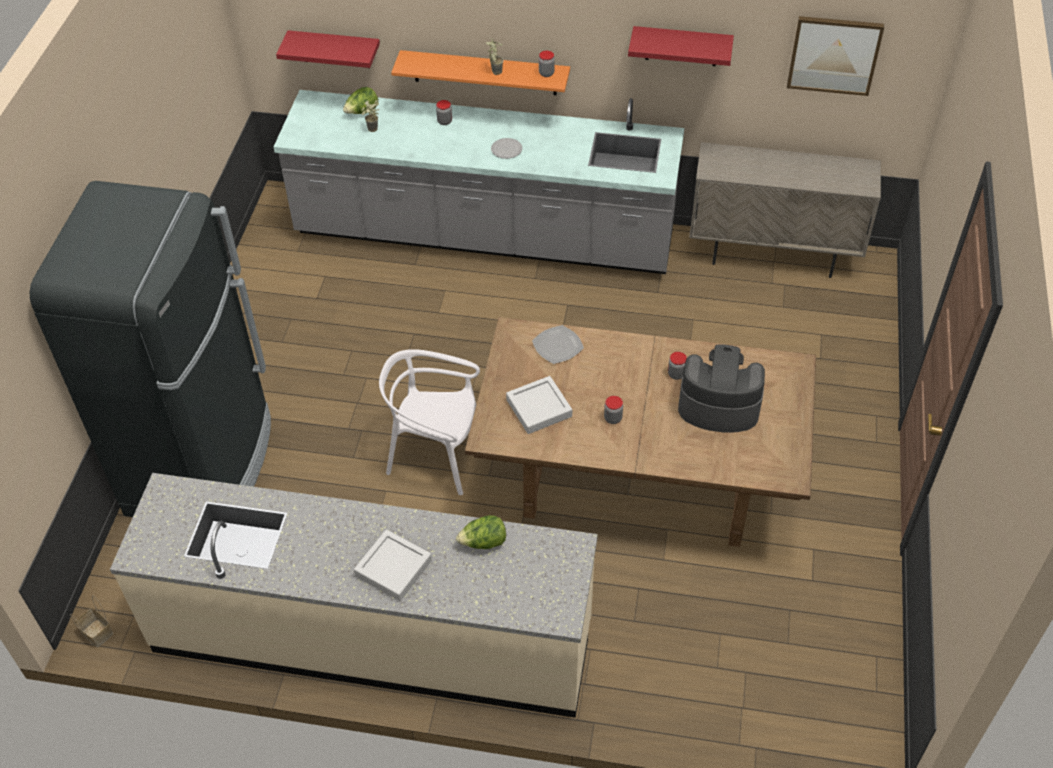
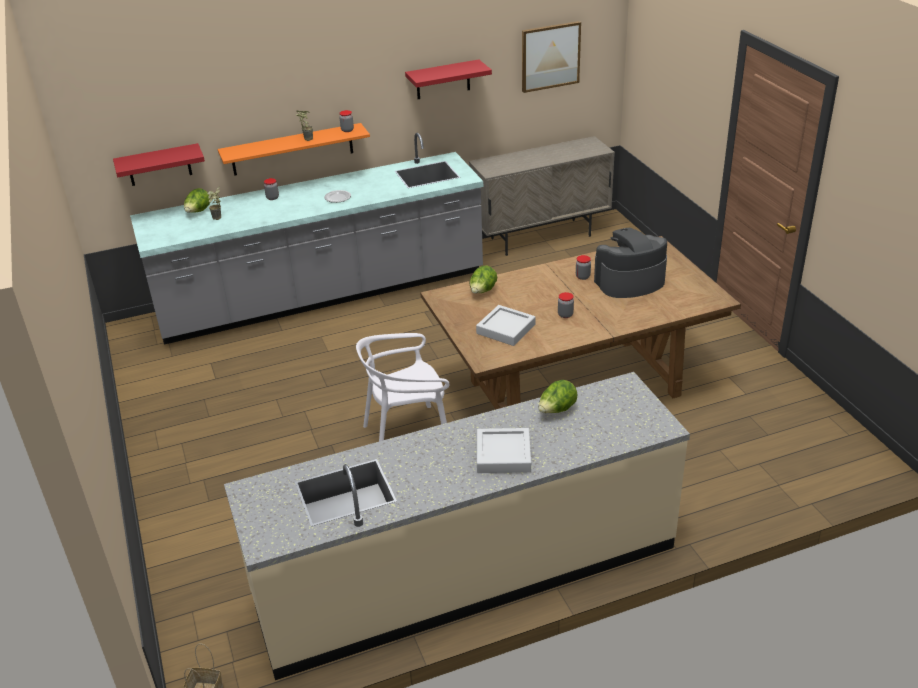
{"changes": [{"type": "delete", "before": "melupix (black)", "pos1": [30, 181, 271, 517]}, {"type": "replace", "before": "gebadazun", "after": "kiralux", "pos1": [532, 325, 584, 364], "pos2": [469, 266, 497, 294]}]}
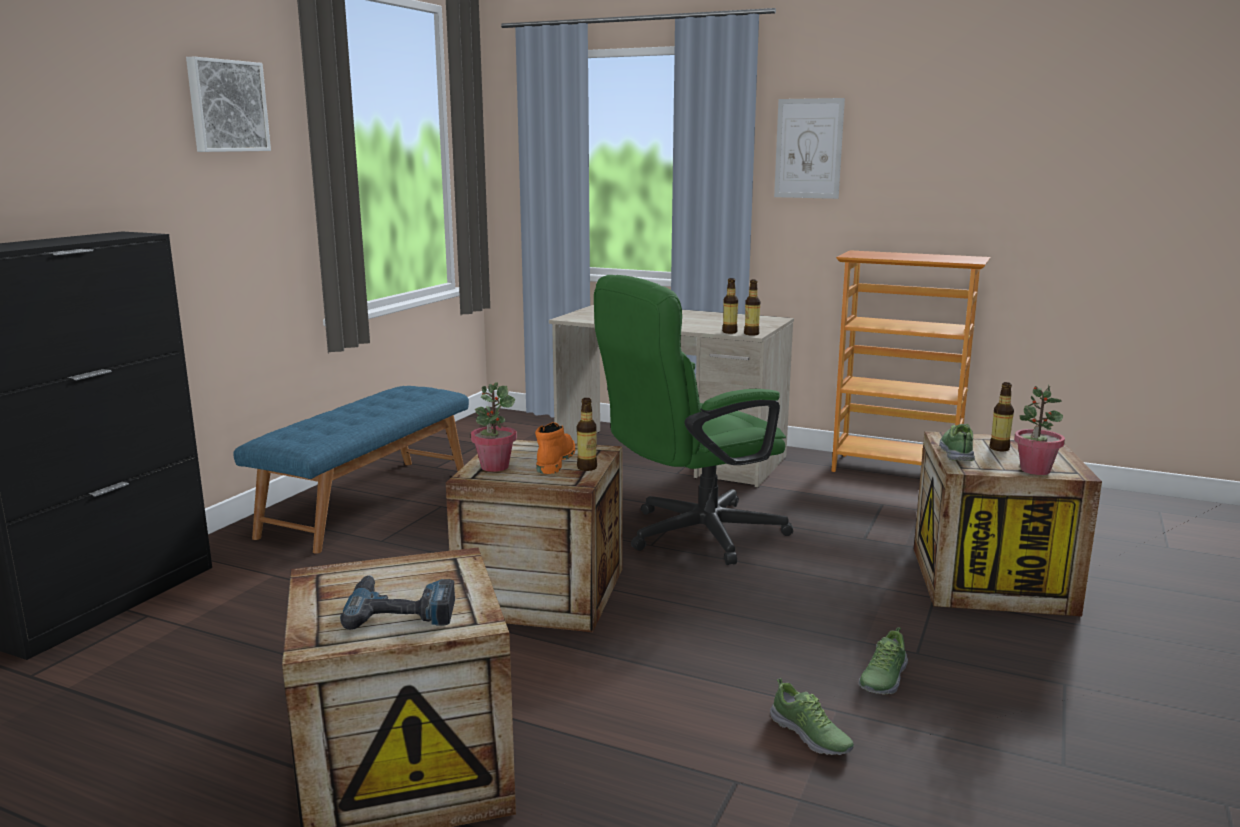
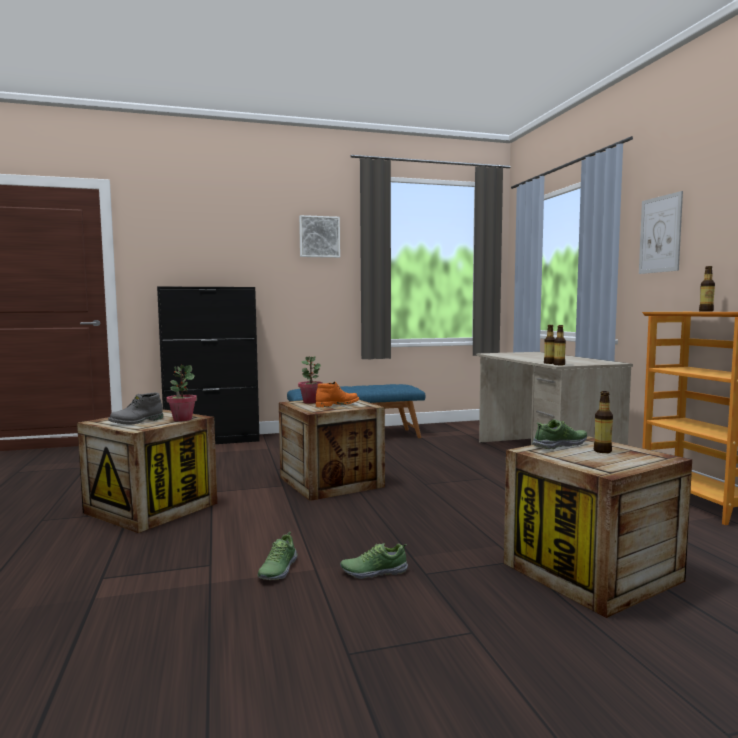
{"changes": [{"type": "delete", "before": "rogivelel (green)", "pos1": [594, 275, 793, 565]}, {"type": "move", "before": "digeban", "pos1": [1014, 384, 1065, 475], "pos2": [166, 365, 197, 421]}, {"type": "move", "before": "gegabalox", "pos1": [577, 398, 597, 471], "pos2": [699, 266, 715, 312]}, {"type": "replace", "before": "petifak", "after": "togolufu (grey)", "pos1": [340, 575, 455, 630], "pos2": [108, 393, 163, 424]}]}
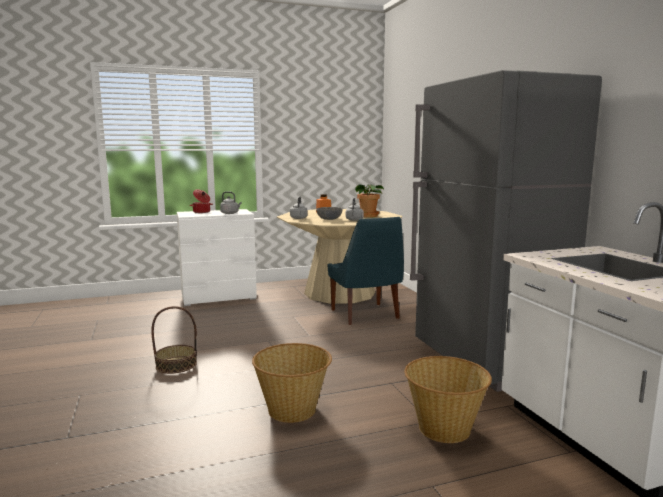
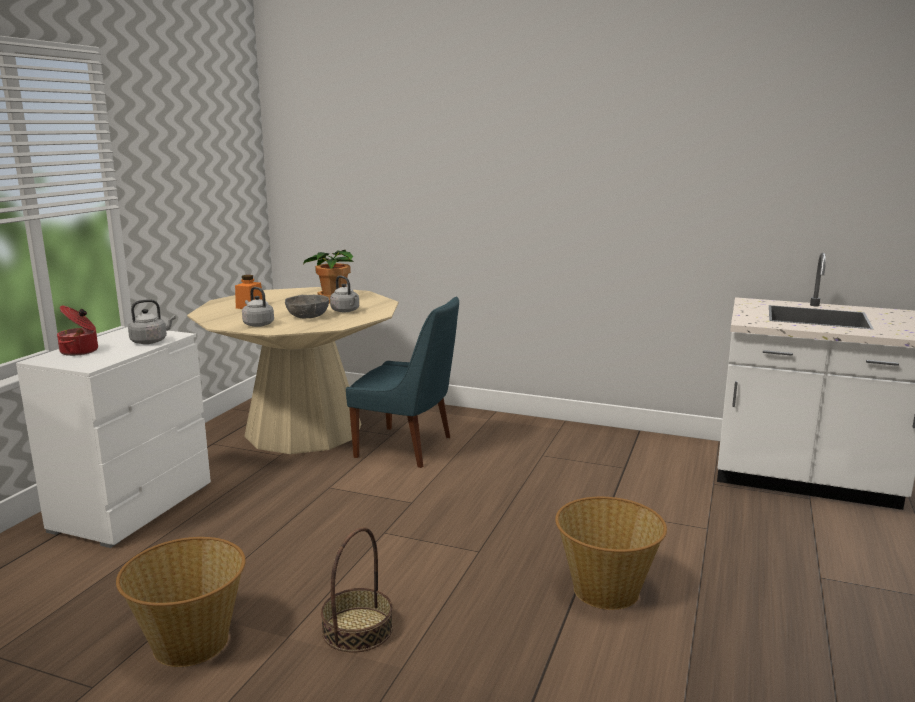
{"changes": [{"type": "delete", "before": "melupix (grey)", "pos1": [410, 70, 602, 392]}, {"type": "move", "before": "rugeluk", "pos1": [404, 356, 492, 443], "pos2": [116, 537, 246, 667]}]}
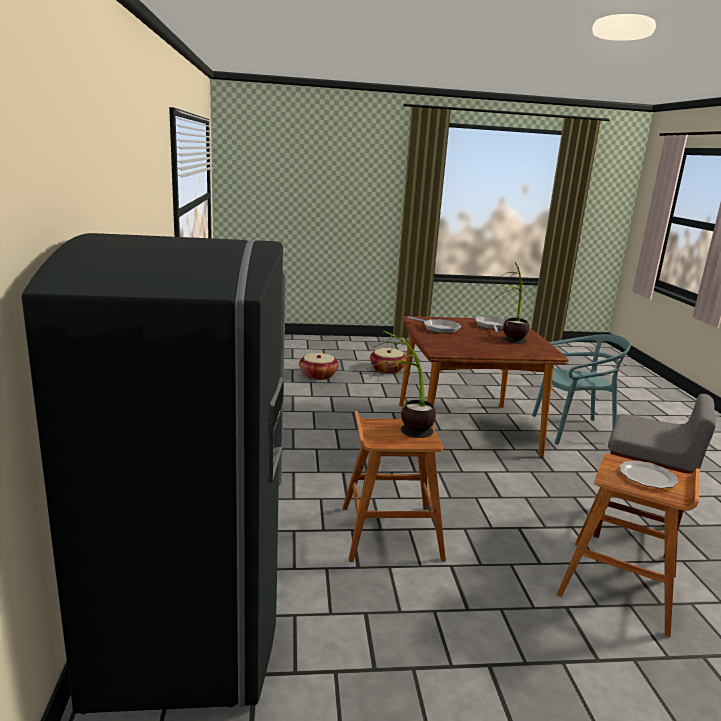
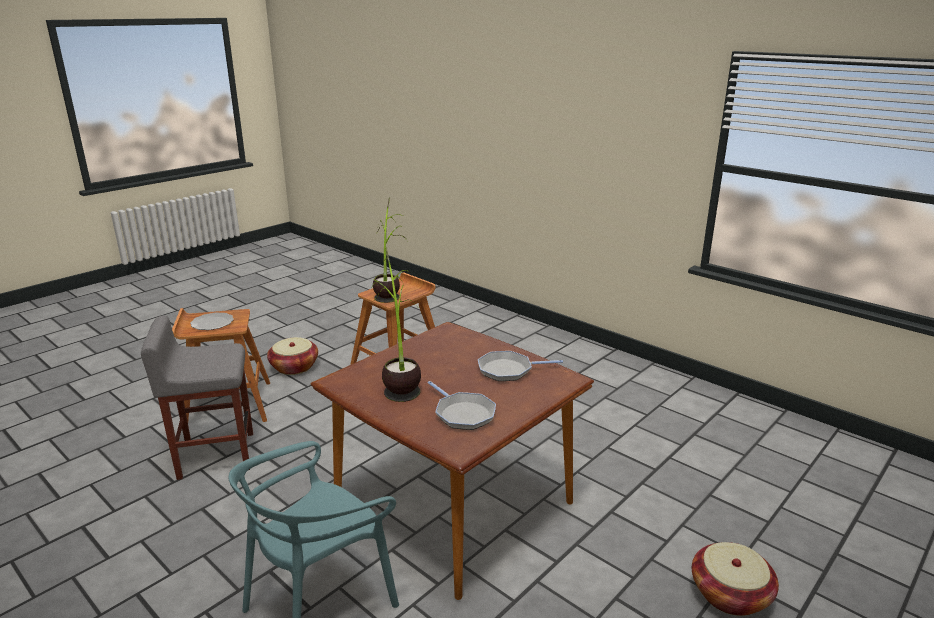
{"changes": [{"type": "delete", "before": "melupix (grey)", "pos1": [22, 233, 286, 714]}, {"type": "move", "before": "rugeluk", "pos1": [299, 353, 339, 380], "pos2": [267, 337, 318, 375]}]}
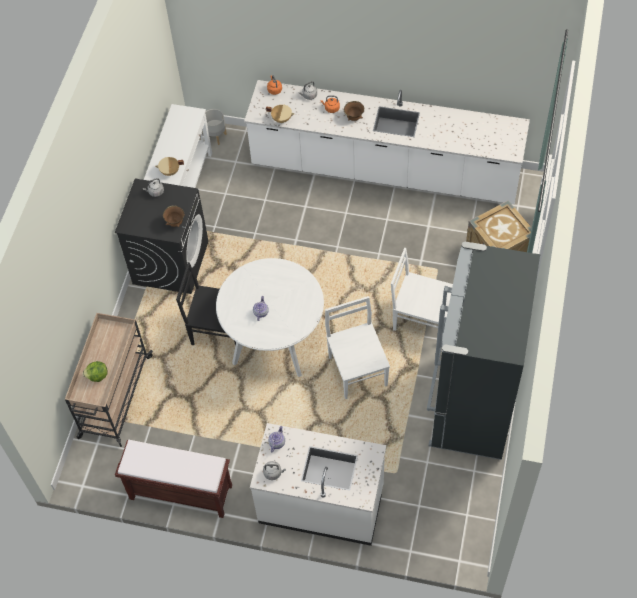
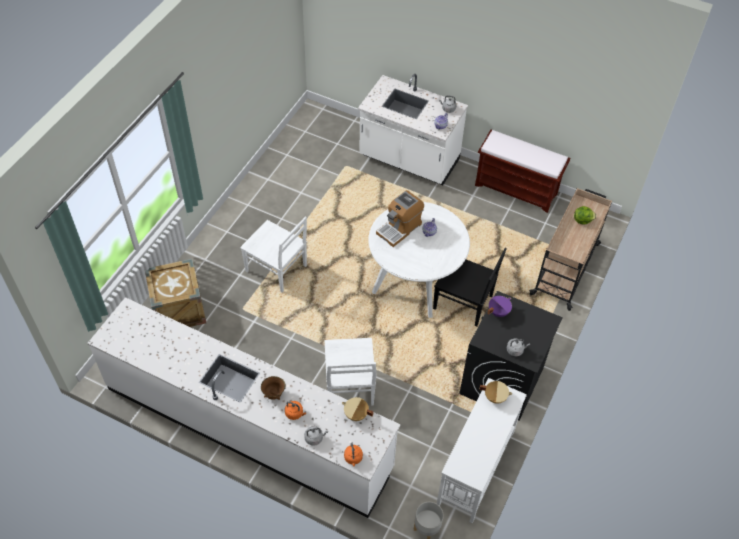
{"changes": [{"type": "replace", "before": "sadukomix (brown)", "after": "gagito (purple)", "pos1": [163, 205, 185, 227], "pos2": [487, 296, 512, 317]}, {"type": "delete", "before": "melupix (black)", "pos1": [427, 242, 540, 460]}, {"type": "move", "before": "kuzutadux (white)", "pos1": [325, 296, 390, 399], "pos2": [324, 338, 377, 406]}, {"type": "insert", "after": "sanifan", "pos2": [376, 190, 424, 247]}]}
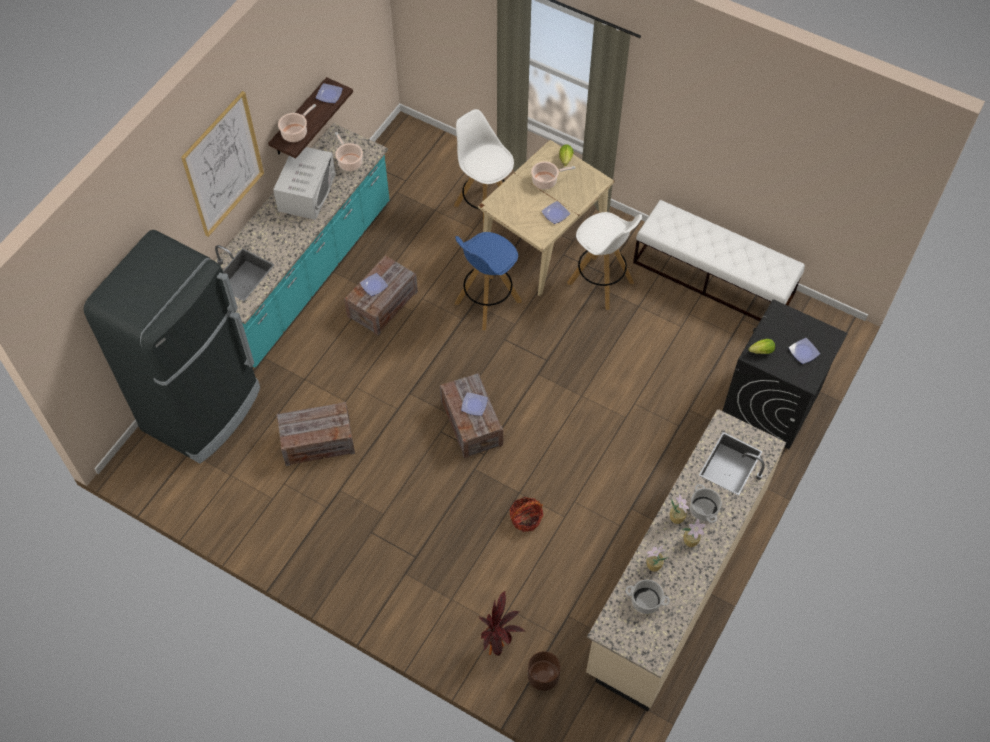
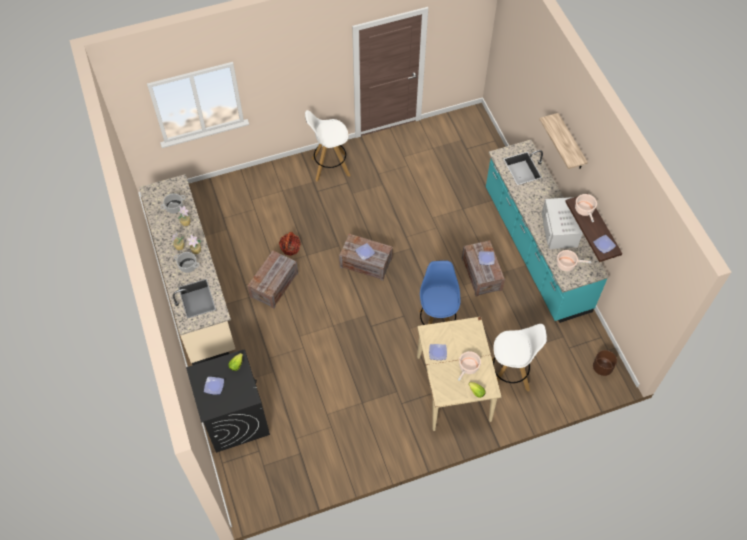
{"changes": [{"type": "replace", "before": "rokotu", "after": "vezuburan", "pos1": [181, 91, 264, 237], "pos2": [539, 113, 588, 169]}, {"type": "rotate", "before": "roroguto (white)", "pos1": [273, 147, 336, 220], "pos2": [542, 197, 583, 249], "turn": -150}, {"type": "delete", "before": "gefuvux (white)", "pos1": [633, 200, 805, 321]}, {"type": "move", "before": "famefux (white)", "pos1": [567, 212, 642, 310], "pos2": [305, 110, 350, 181]}, {"type": "delete", "before": "melupix (black)", "pos1": [84, 230, 260, 464]}, {"type": "move", "before": "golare", "pos1": [276, 402, 355, 466], "pos2": [248, 250, 298, 309]}, {"type": "delete", "before": "digeban", "pos1": [479, 591, 524, 656]}, {"type": "move", "before": "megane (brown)", "pos1": [528, 651, 561, 691], "pos2": [593, 350, 617, 376]}]}
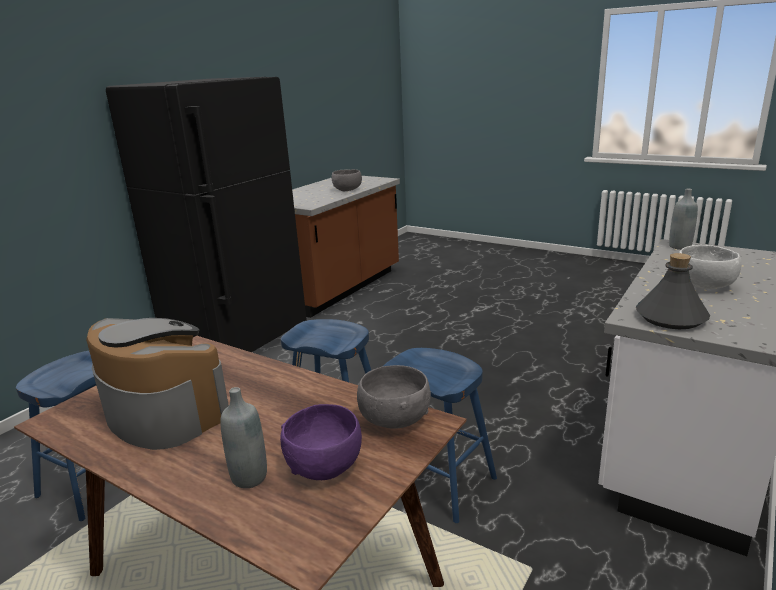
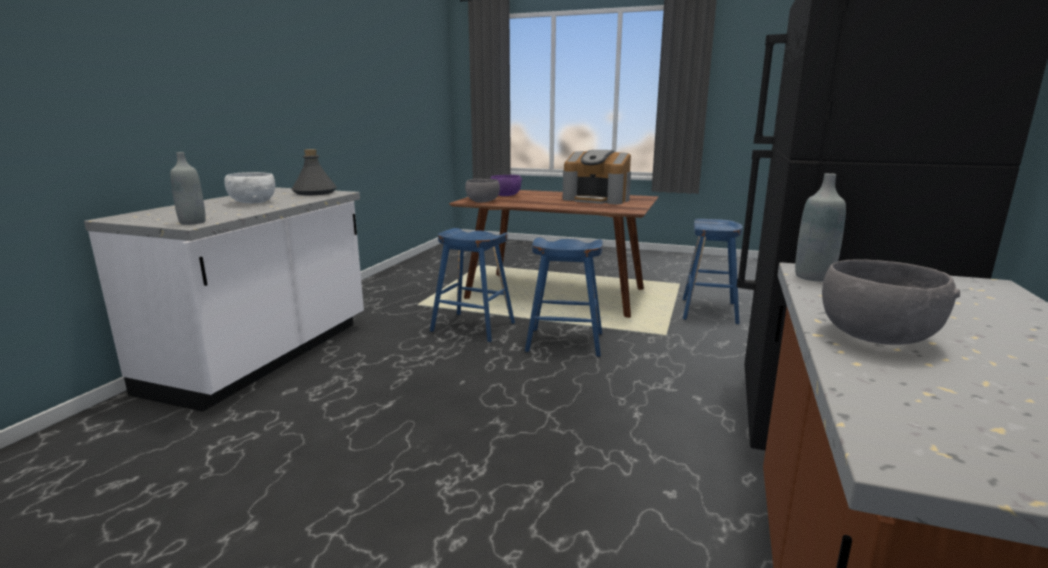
{"changes": [{"type": "move", "before": "gegabalox (grey)", "pos1": [220, 387, 267, 488], "pos2": [795, 173, 846, 282]}]}
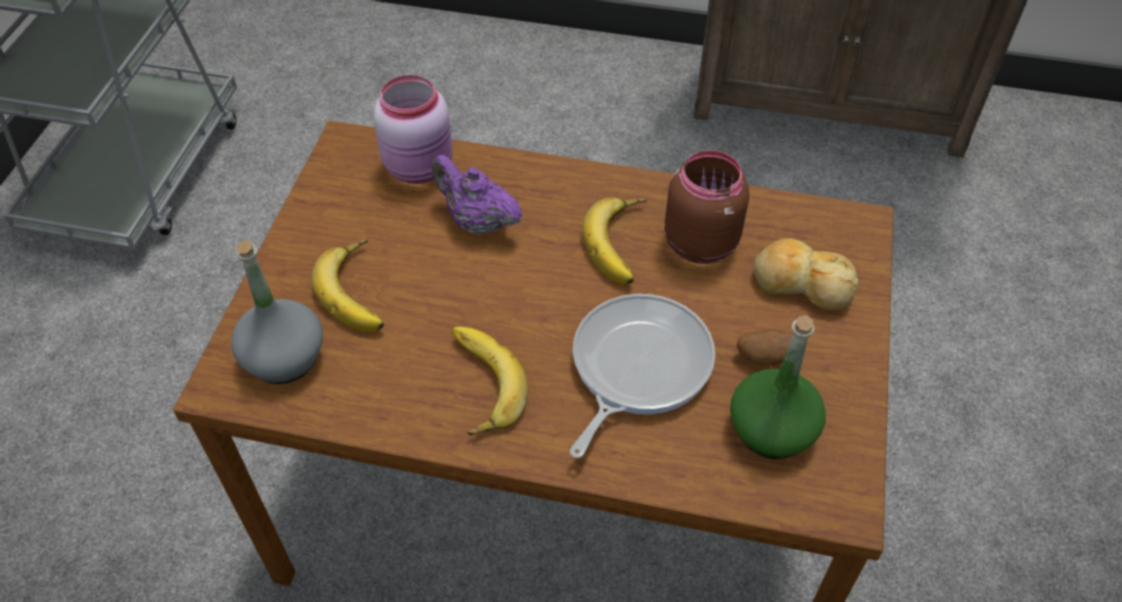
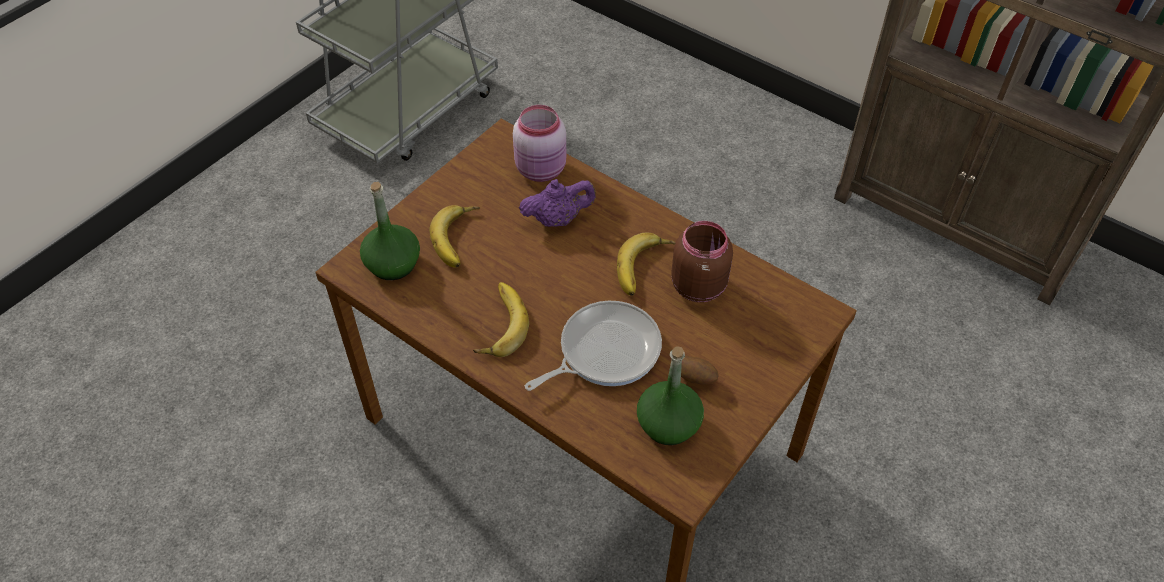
{"changes": [{"type": "rotate", "before": "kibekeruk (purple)", "pos1": [432, 155, 523, 235], "pos2": [519, 179, 596, 227], "turn": 105}, {"type": "delete", "before": "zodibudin", "pos1": [754, 238, 859, 310]}, {"type": "recolor", "before": "gegabalox (grey)", "after": "gegabalox (green)", "pos1": [231, 240, 323, 384], "pos2": [360, 182, 420, 280]}]}
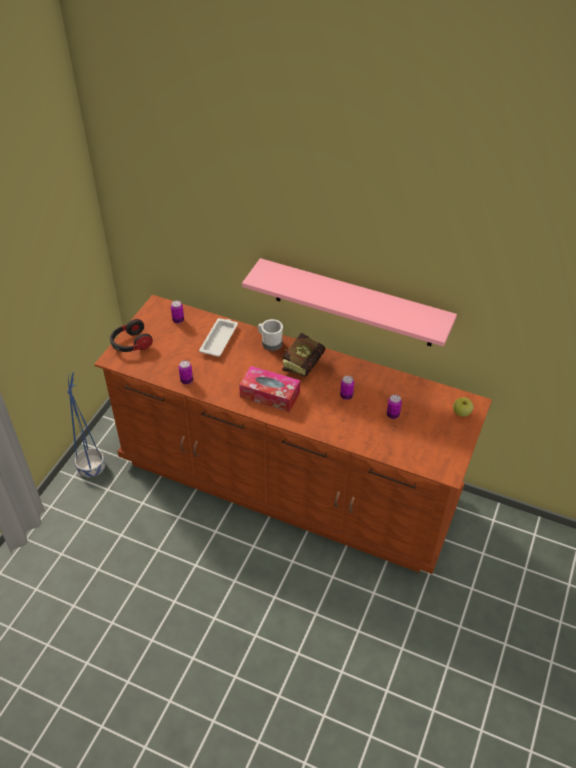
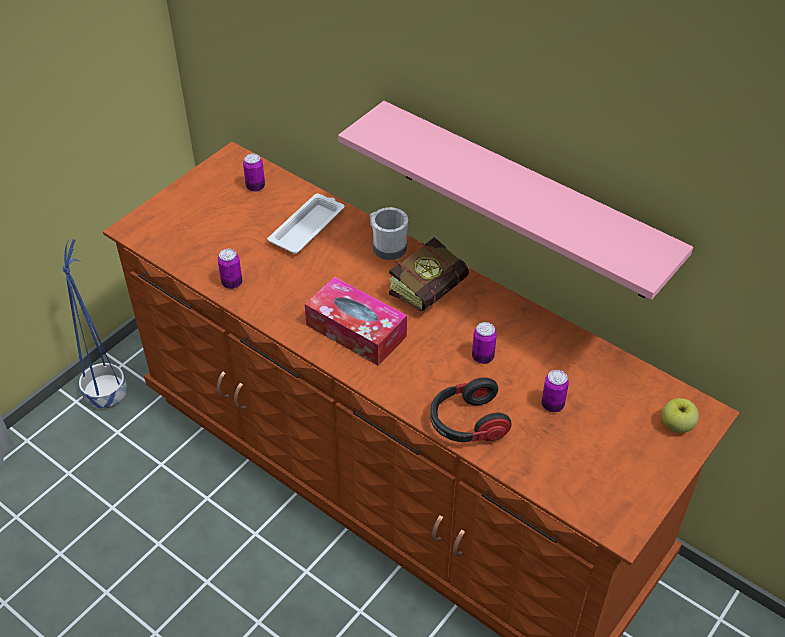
{"changes": [{"type": "move", "before": "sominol", "pos1": [110, 319, 153, 352], "pos2": [430, 377, 512, 442]}]}
